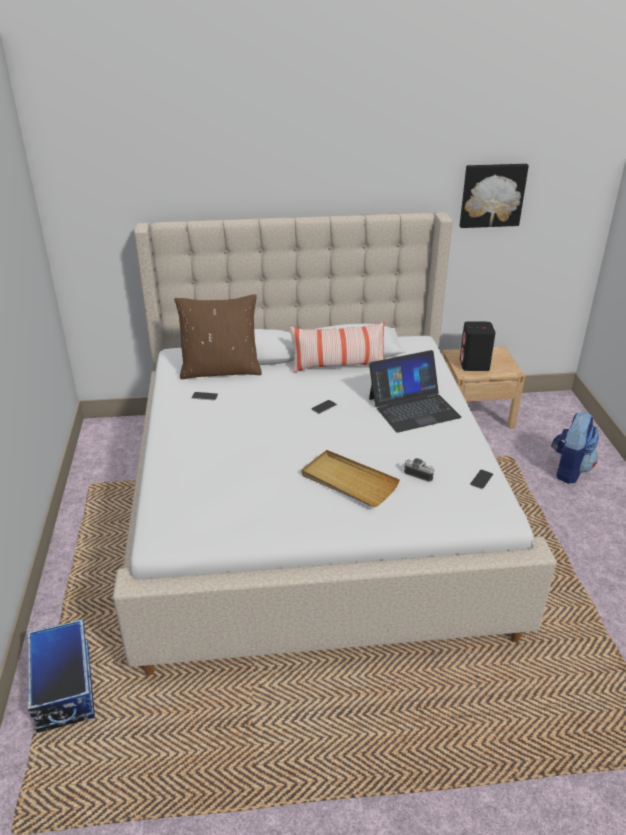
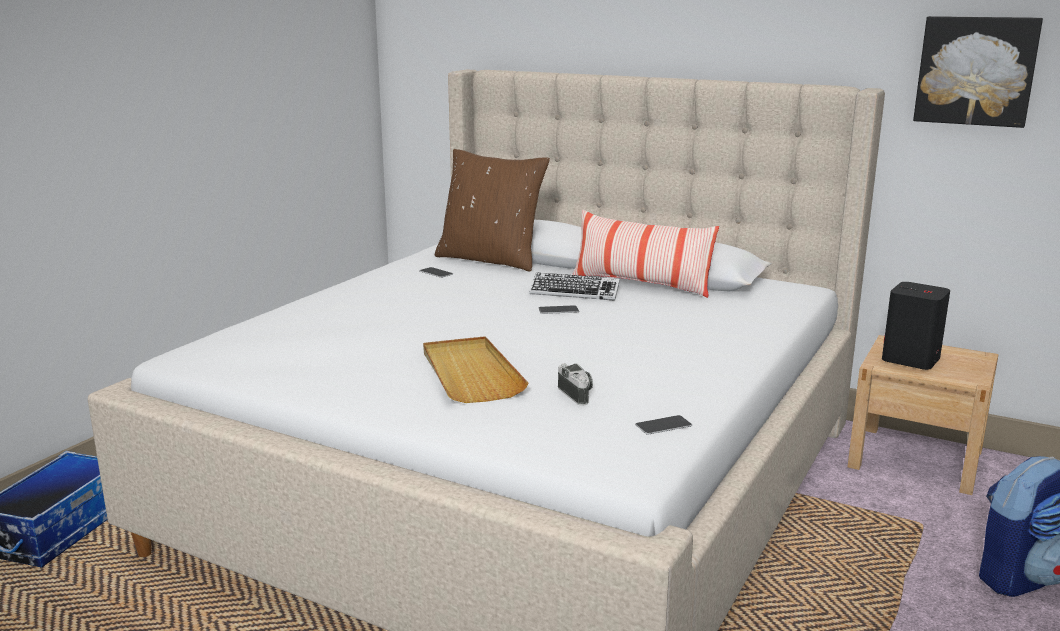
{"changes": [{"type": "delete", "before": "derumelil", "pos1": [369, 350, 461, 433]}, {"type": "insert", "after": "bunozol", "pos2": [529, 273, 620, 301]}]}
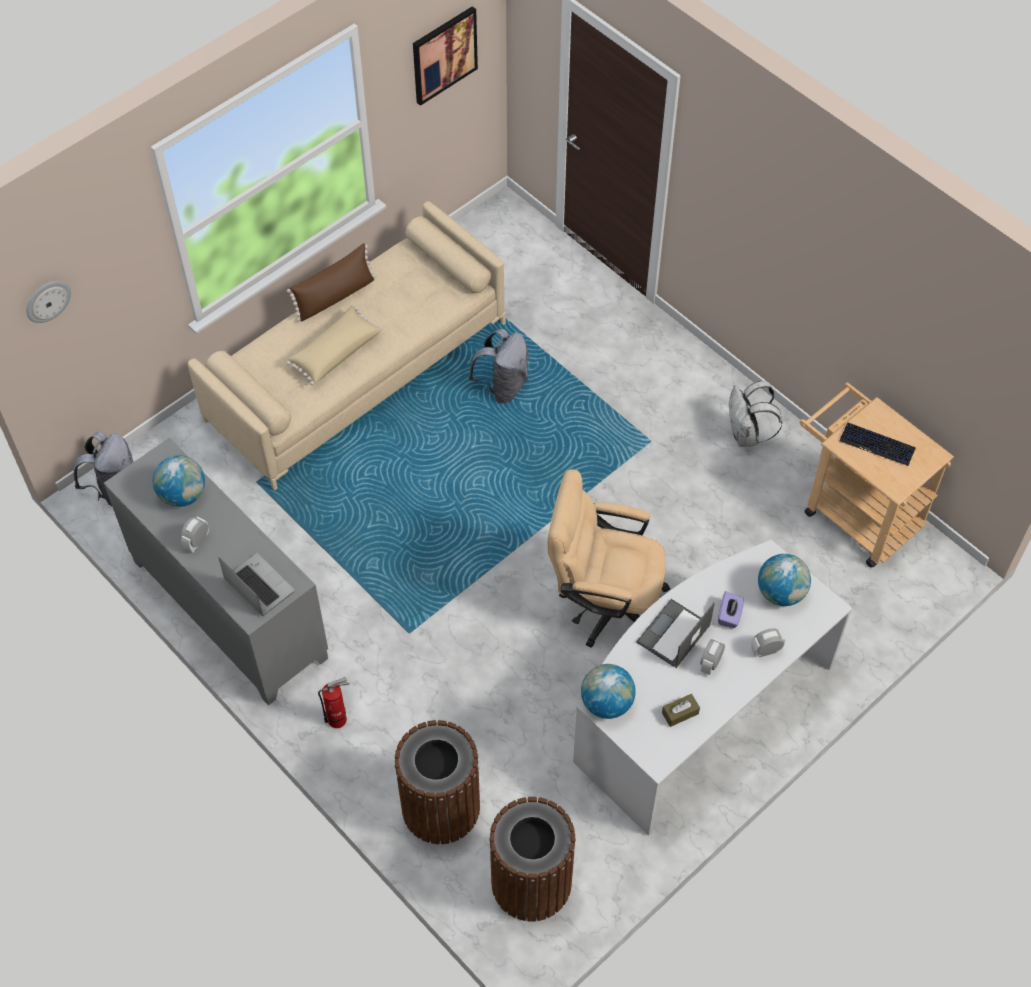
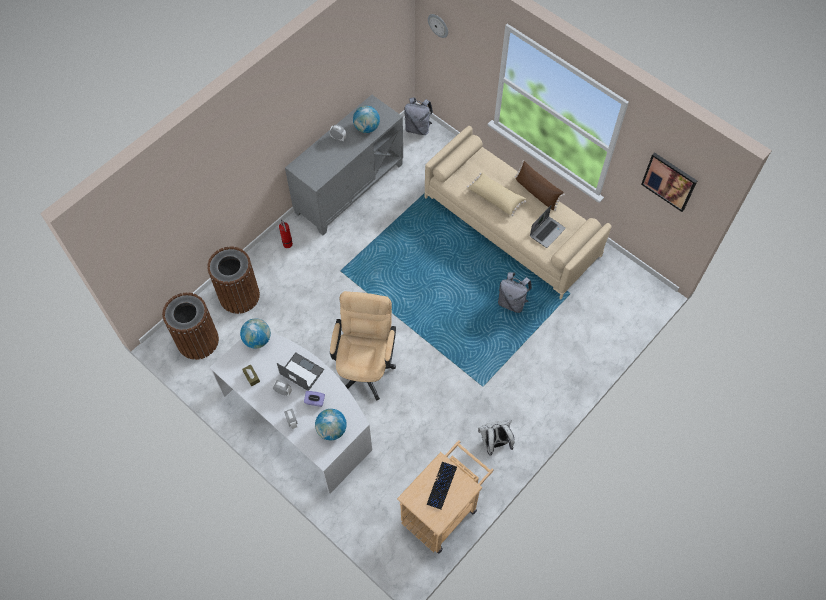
{"changes": [{"type": "move", "before": "derumelil", "pos1": [218, 553, 295, 616], "pos2": [530, 205, 566, 248]}]}
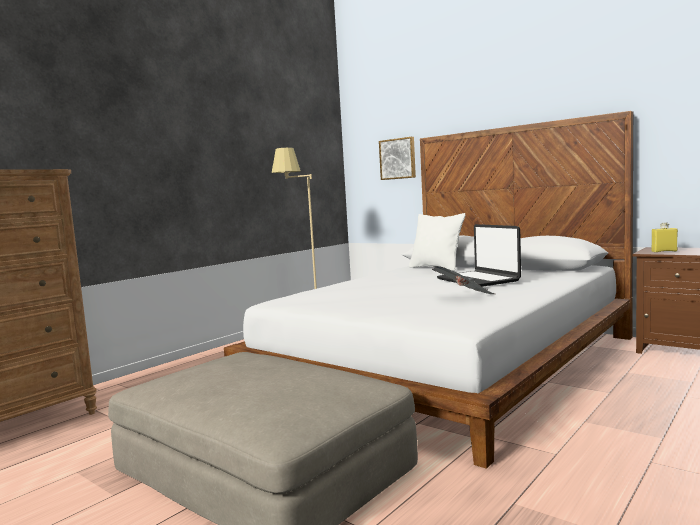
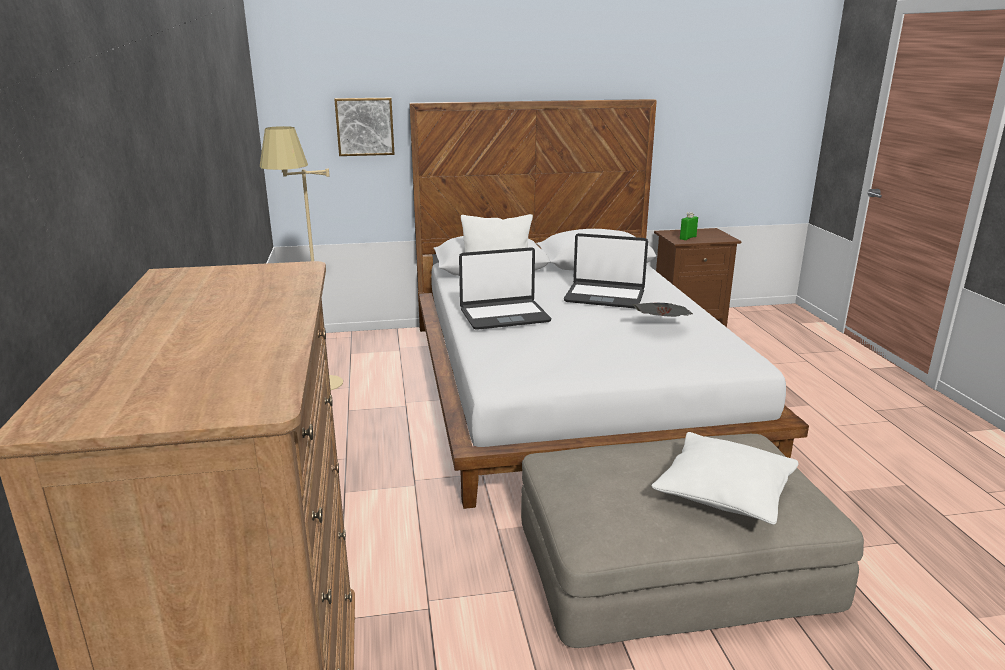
{"changes": [{"type": "recolor", "before": "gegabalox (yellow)", "after": "gegabalox (green)", "pos1": [651, 222, 678, 252], "pos2": [680, 212, 698, 240]}, {"type": "insert", "after": "derumelil", "pos2": [459, 247, 551, 330]}, {"type": "insert", "after": "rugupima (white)", "pos2": [651, 432, 799, 525]}]}
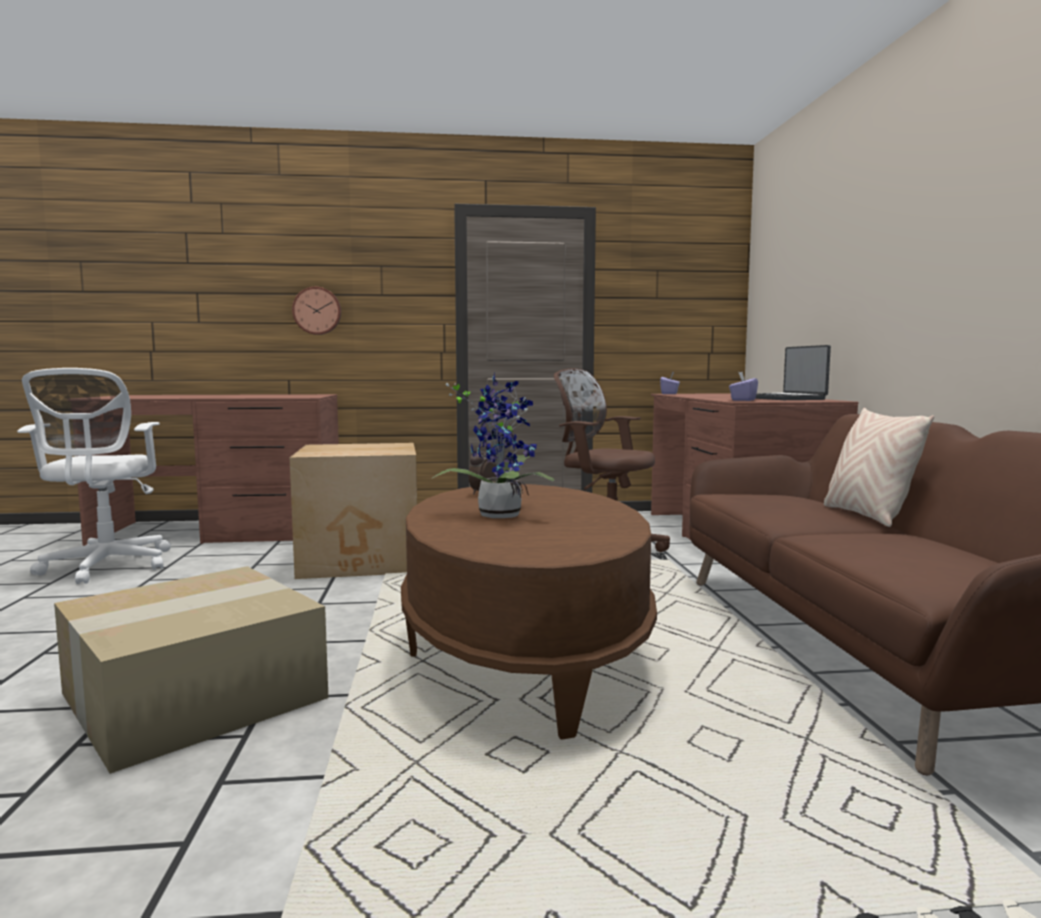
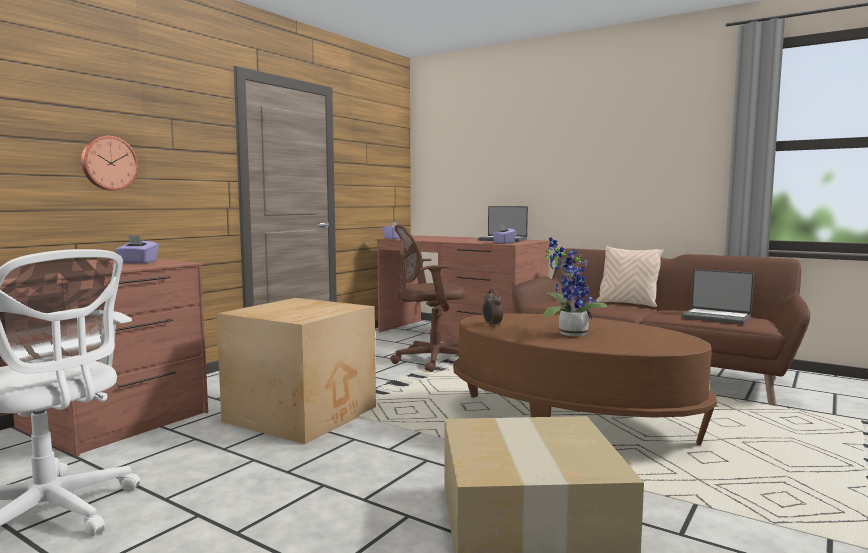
{"changes": [{"type": "insert", "after": "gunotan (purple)", "pos2": [115, 235, 159, 264]}, {"type": "insert", "after": "derumelil", "pos2": [681, 269, 754, 324]}]}
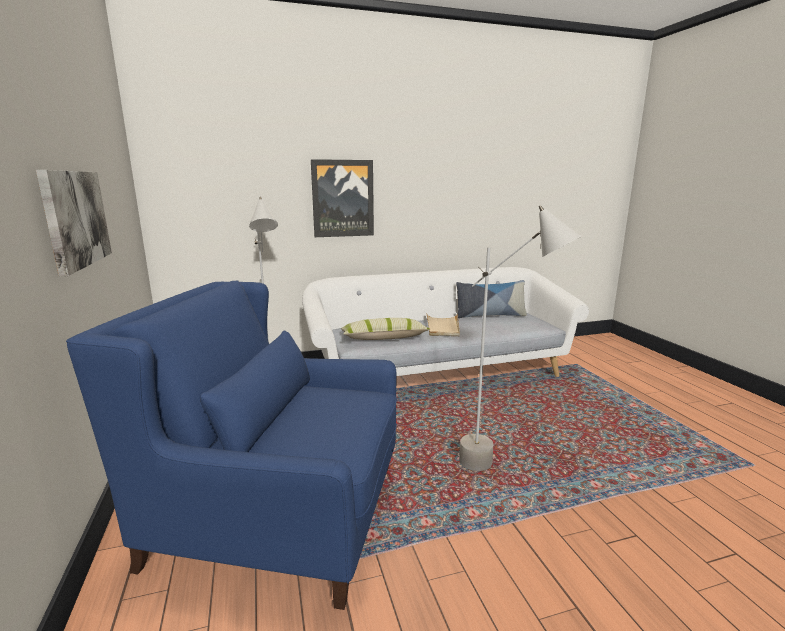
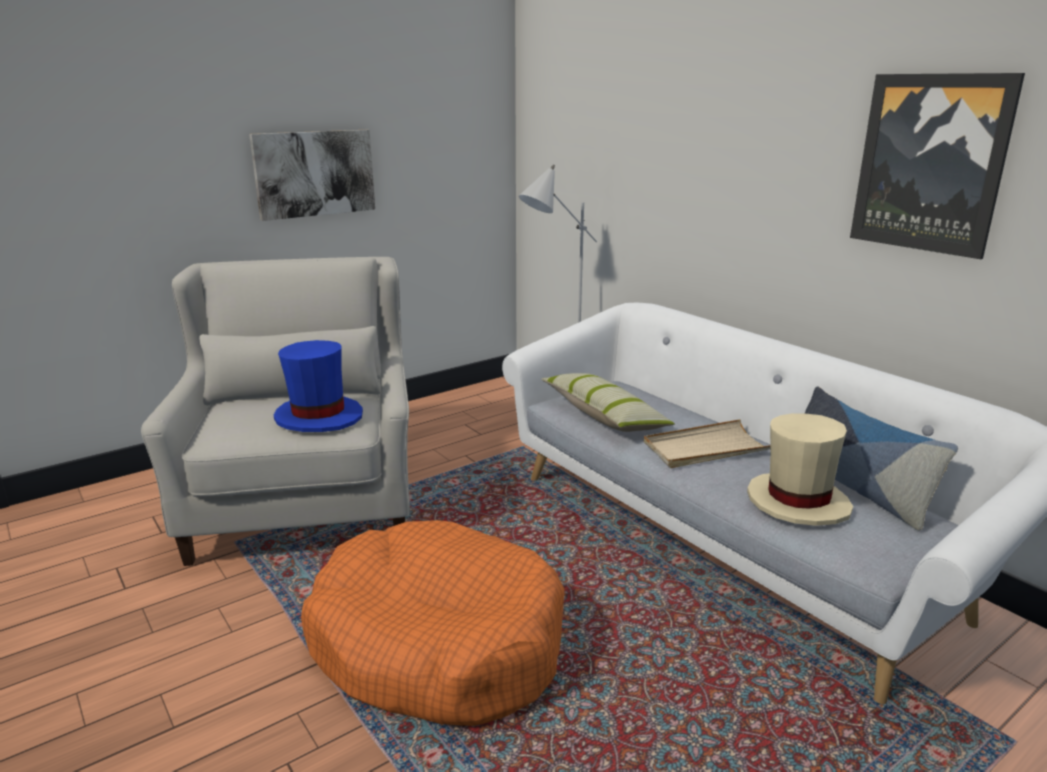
{"changes": [{"type": "move", "before": "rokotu", "pos1": [311, 159, 374, 237], "pos2": [850, 73, 1025, 259]}, {"type": "replace", "before": "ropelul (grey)", "after": "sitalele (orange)", "pos1": [459, 205, 581, 471], "pos2": [301, 520, 565, 726]}, {"type": "recolor", "before": "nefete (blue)", "after": "nefete (white)", "pos1": [66, 281, 397, 610], "pos2": [141, 257, 410, 566]}, {"type": "insert", "after": "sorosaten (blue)", "pos2": [274, 340, 363, 432]}, {"type": "insert", "after": "sorosaten (beige)", "pos2": [747, 413, 853, 526]}]}
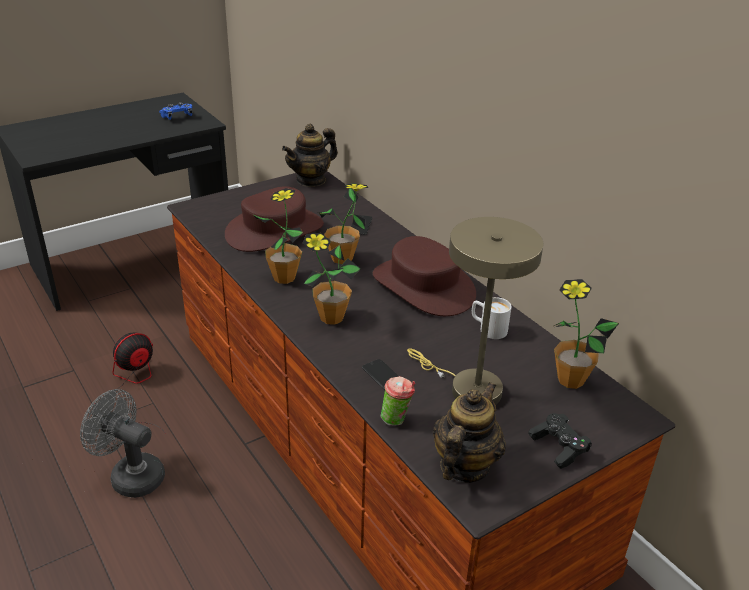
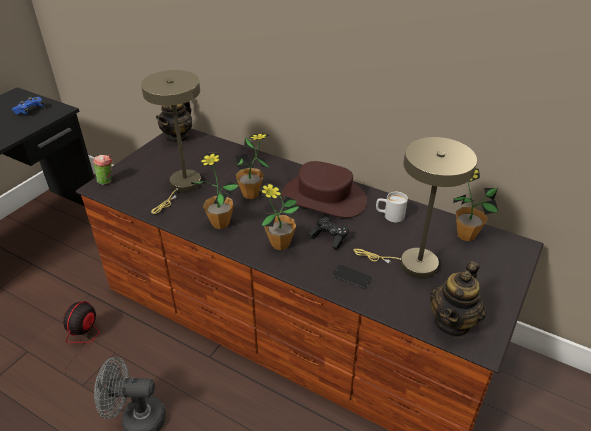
{"changes": [{"type": "replace", "before": "sorosaten (brown)", "after": "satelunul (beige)", "pos1": [225, 186, 324, 252], "pos2": [141, 70, 201, 214]}, {"type": "move", "before": "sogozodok", "pos1": [381, 376, 415, 426], "pos2": [93, 154, 112, 185]}, {"type": "rotate", "before": "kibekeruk", "pos1": [433, 382, 506, 483], "pos2": [430, 261, 486, 338], "turn": -150}, {"type": "move", "before": "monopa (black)", "pos1": [528, 413, 592, 469], "pos2": [309, 217, 349, 250]}]}
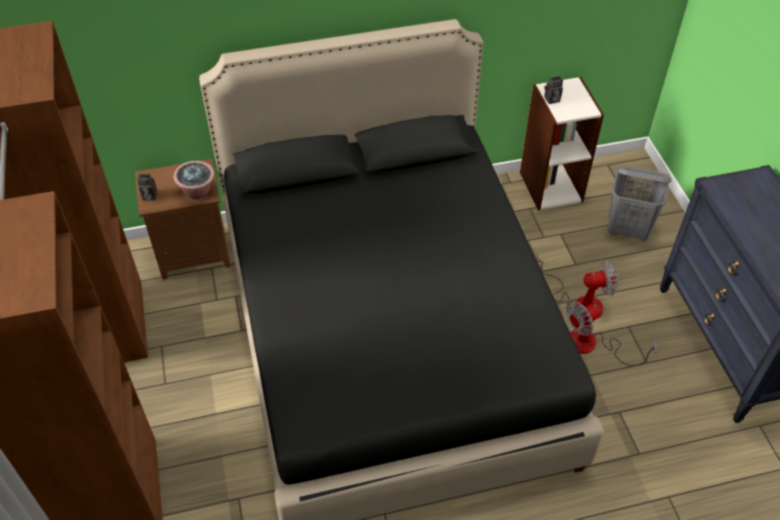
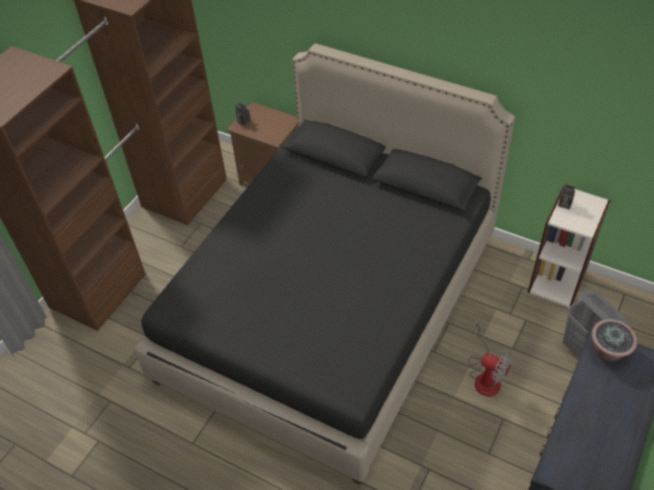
{"changes": [{"type": "move", "before": "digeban", "pos1": [173, 161, 215, 200], "pos2": [592, 319, 637, 361]}, {"type": "delete", "before": "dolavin", "pos1": [566, 301, 658, 366]}]}
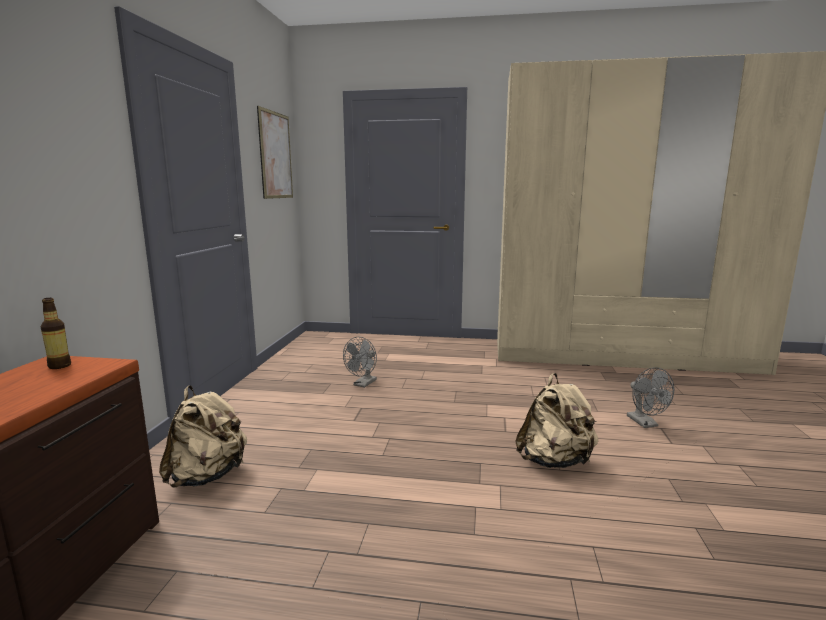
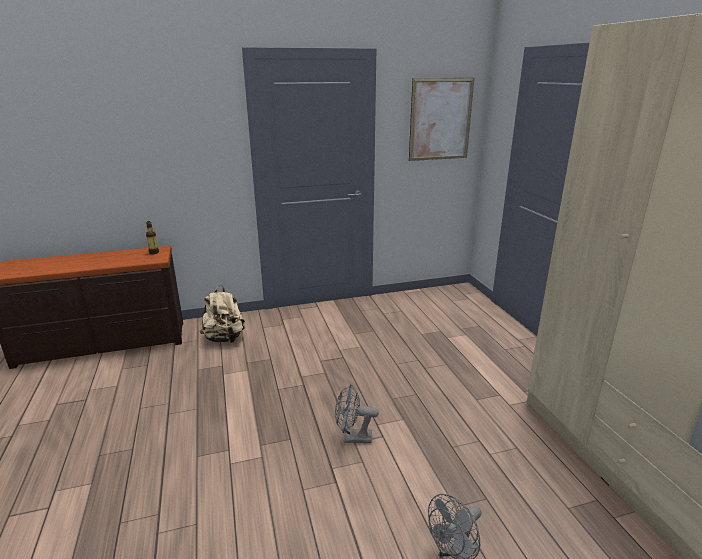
{"changes": [{"type": "move", "before": "dolavin (grey)", "pos1": [343, 337, 377, 388], "pos2": [335, 384, 379, 443]}, {"type": "delete", "before": "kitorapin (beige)", "pos1": [515, 373, 598, 468]}]}
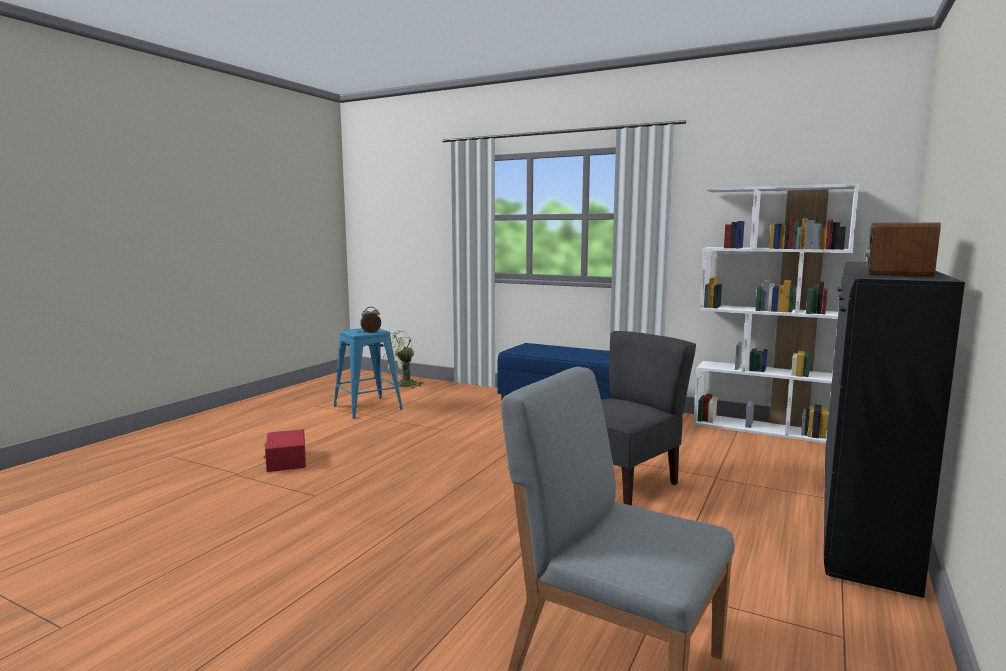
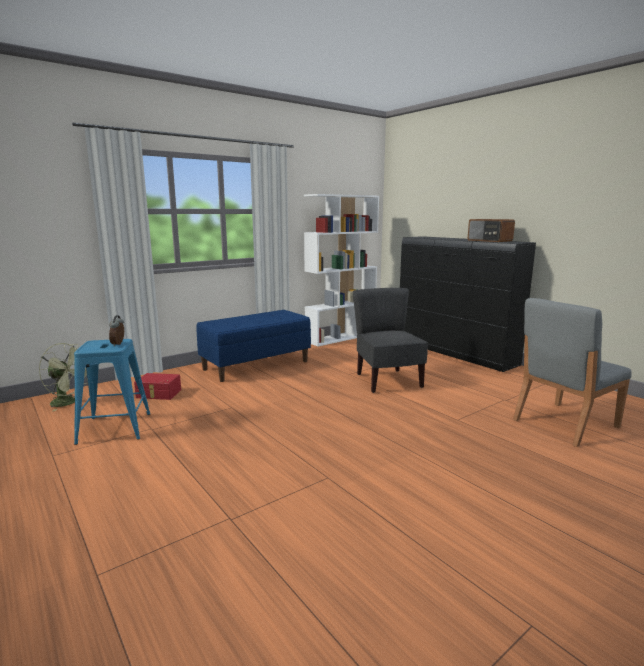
{"changes": [{"type": "rotate", "before": "dolavin (green)", "pos1": [382, 331, 424, 388], "pos2": [39, 343, 88, 411], "turn": -60}, {"type": "move", "before": "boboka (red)", "pos1": [264, 429, 306, 472], "pos2": [134, 373, 181, 400]}]}
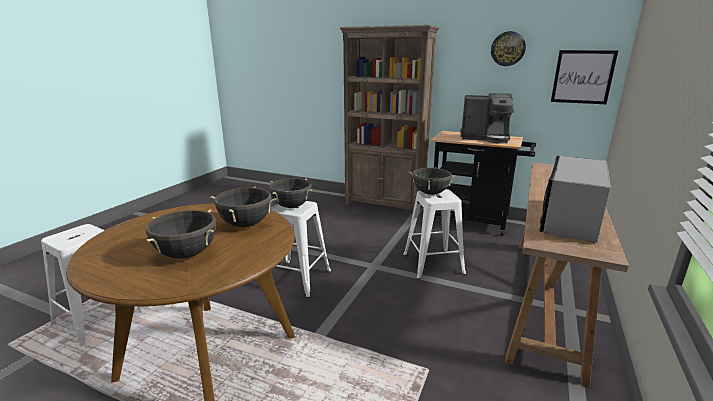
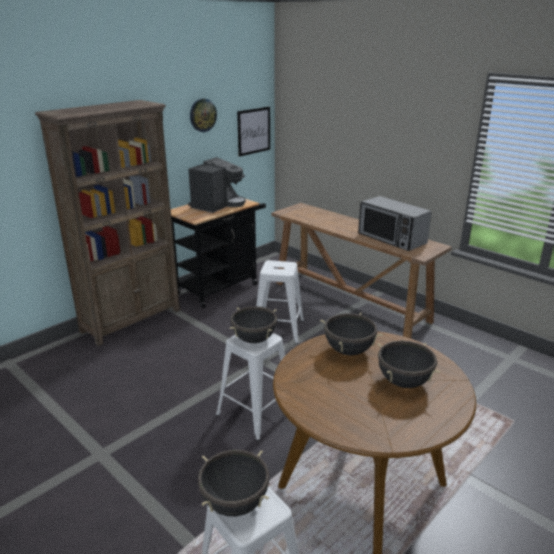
{"changes": [{"type": "move", "before": "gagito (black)", "pos1": [408, 168, 457, 195], "pos2": [198, 450, 270, 517]}]}
